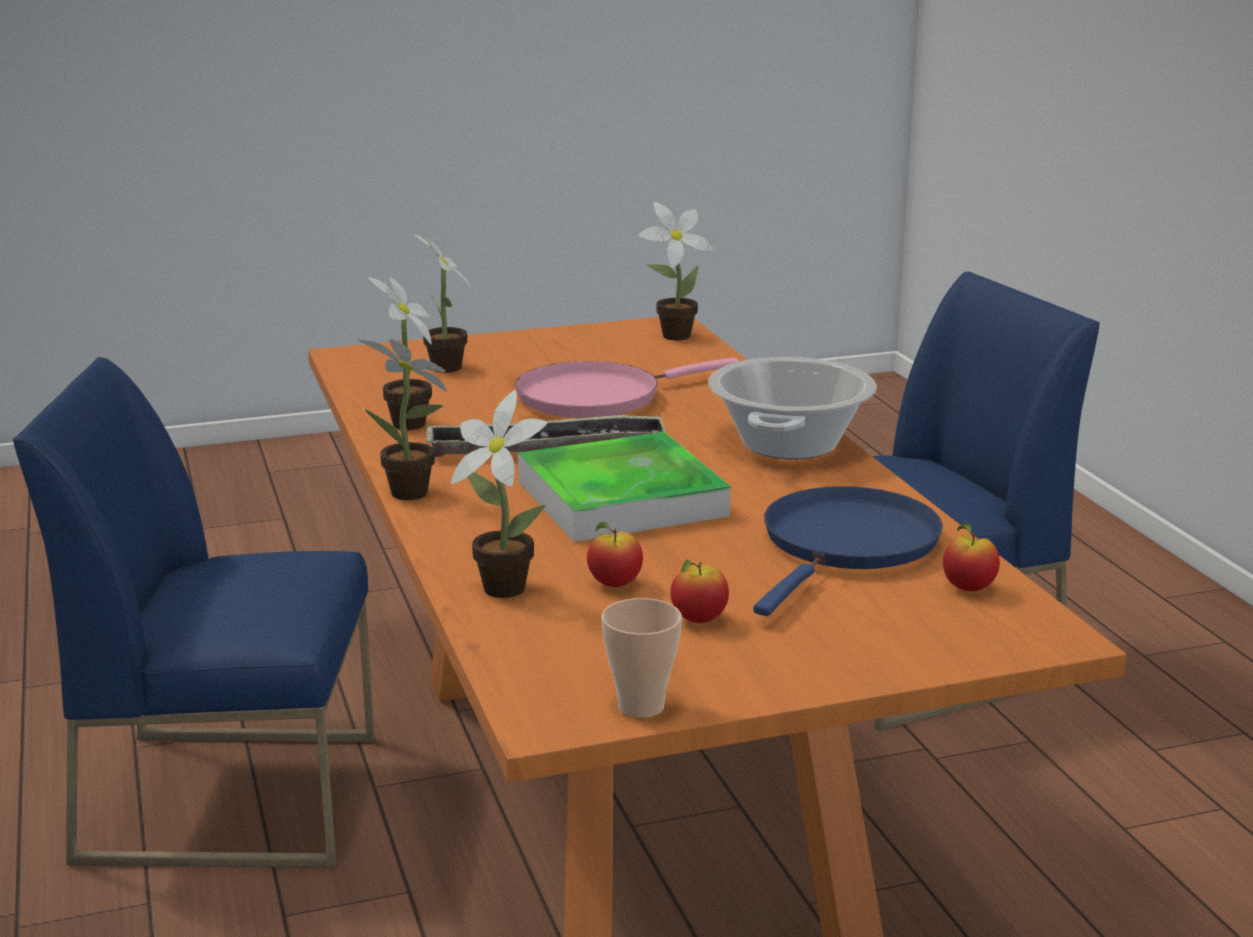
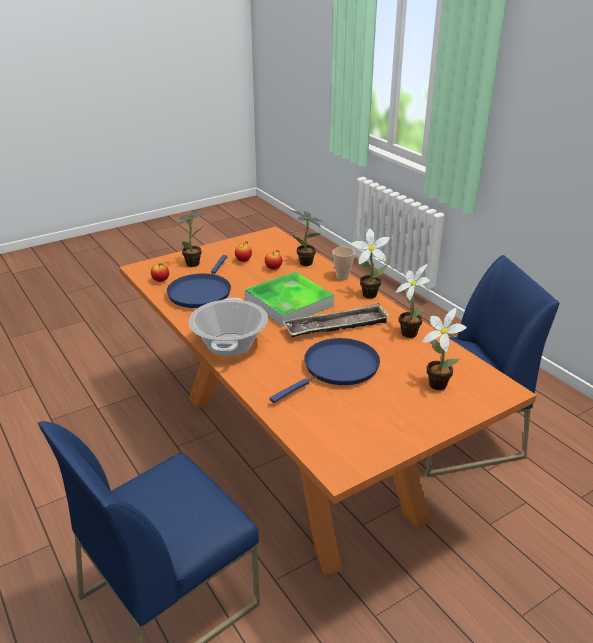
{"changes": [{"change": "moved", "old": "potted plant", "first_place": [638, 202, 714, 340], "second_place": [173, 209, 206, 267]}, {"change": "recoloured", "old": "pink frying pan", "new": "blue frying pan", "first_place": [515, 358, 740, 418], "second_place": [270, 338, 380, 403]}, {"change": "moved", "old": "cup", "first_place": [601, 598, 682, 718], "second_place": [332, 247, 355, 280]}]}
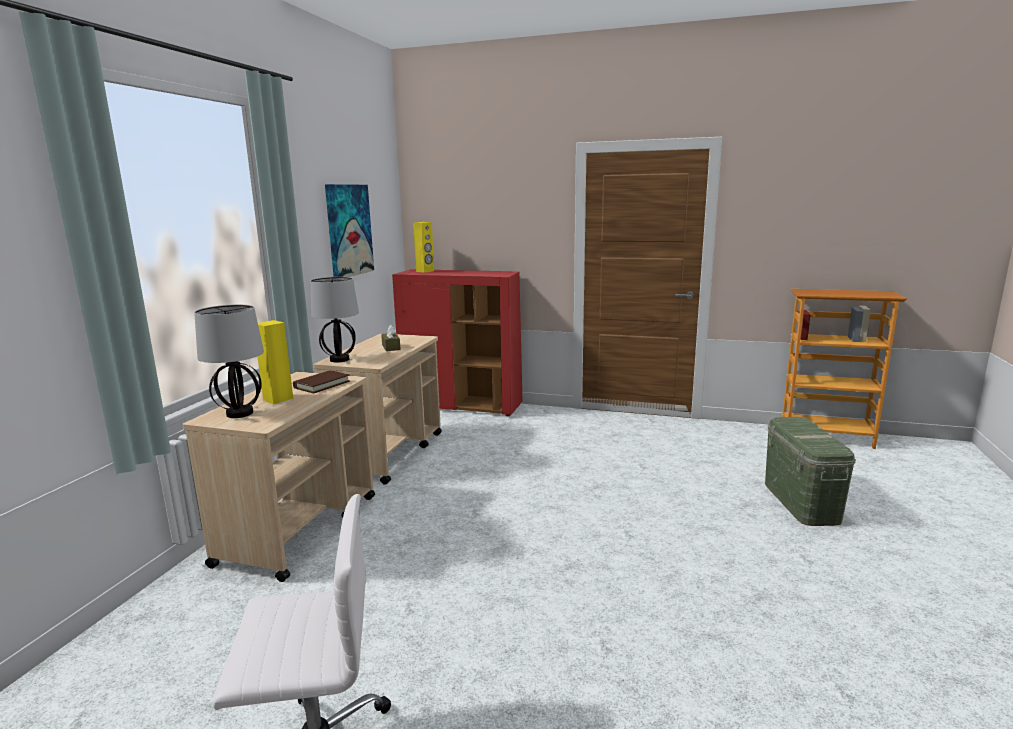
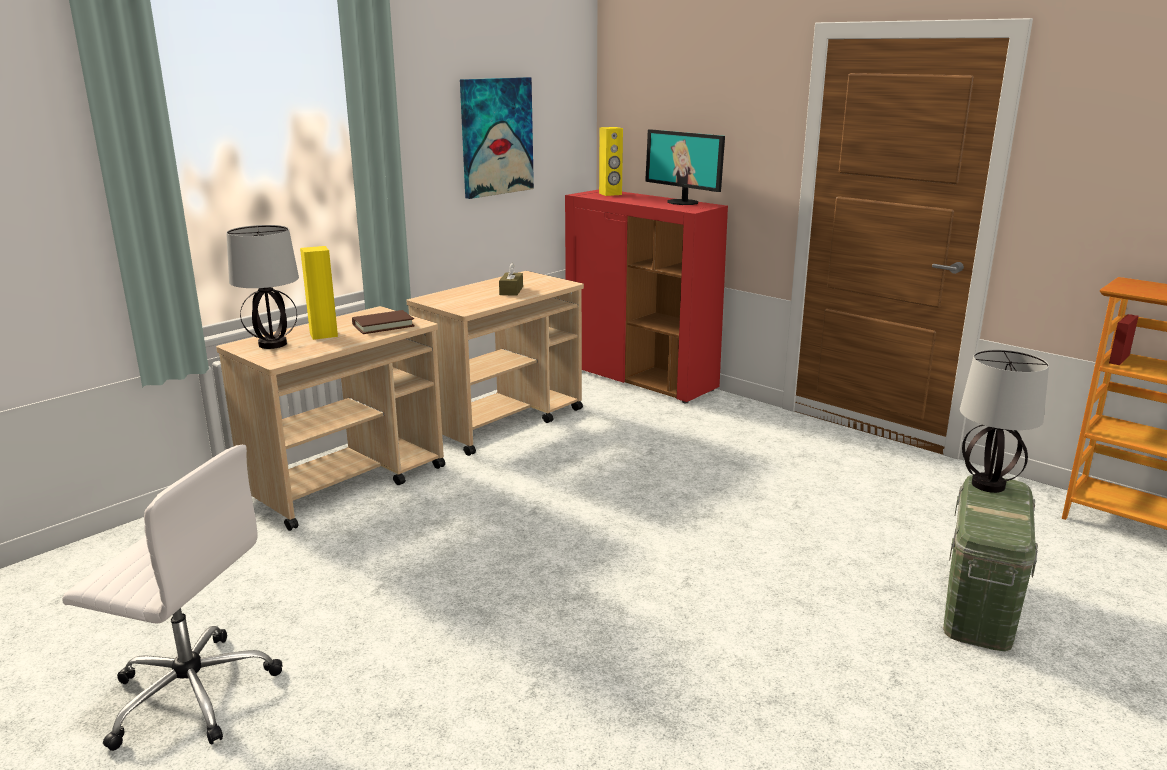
{"changes": [{"change": "moved", "old": "table lamp", "first_place": [311, 277, 359, 362], "second_place": [960, 350, 1049, 493]}, {"change": "added", "new": "monitor", "second_place": [645, 129, 725, 205]}]}
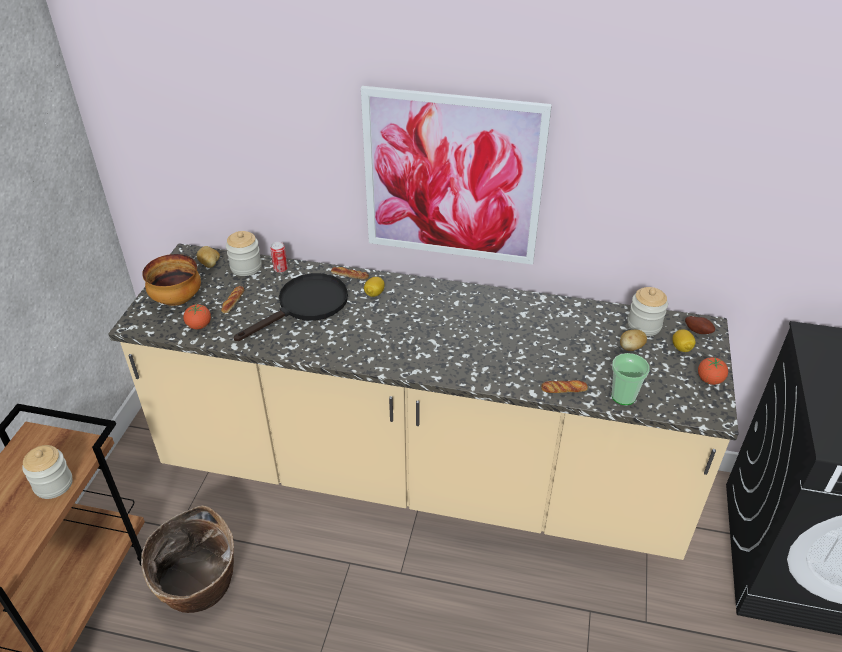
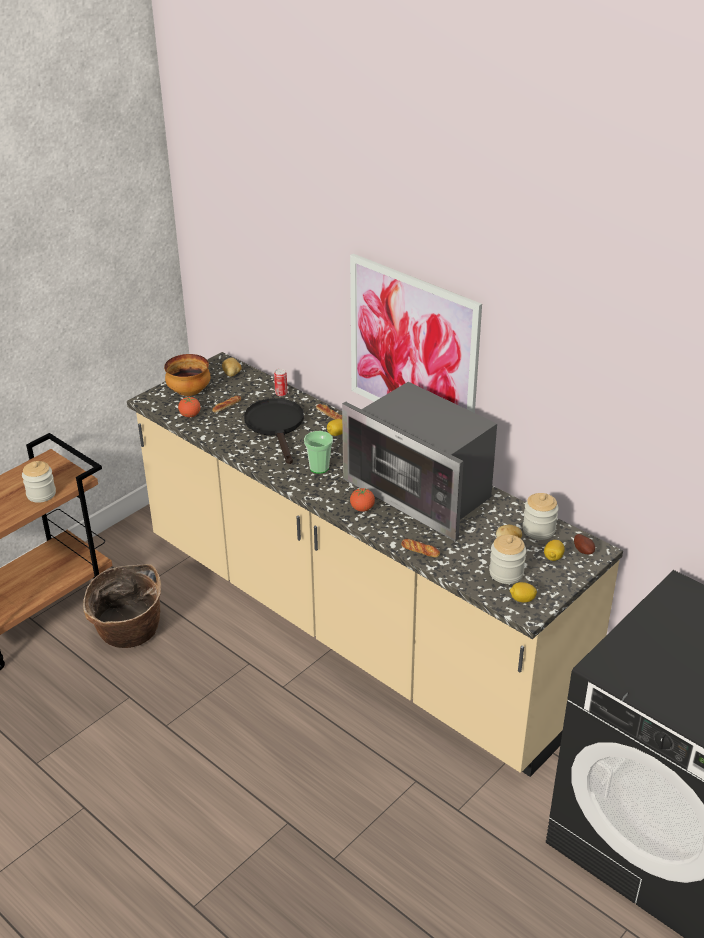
{"changes": [{"change": "moved", "old": "jar", "first_place": [226, 231, 262, 276], "second_place": [489, 535, 526, 584]}, {"change": "turned", "old": "black frying pan", "first_place": [234, 273, 348, 341], "second_place": [244, 398, 304, 464], "degrees": -90}, {"change": "moved", "old": "cup", "first_place": [612, 353, 650, 405], "second_place": [304, 431, 333, 474]}, {"change": "moved", "old": "tomato", "first_place": [698, 357, 728, 385], "second_place": [350, 488, 375, 512]}, {"change": "added", "new": "microwave", "second_place": [342, 382, 497, 541]}, {"change": "added", "new": "lemon", "second_place": [510, 582, 537, 602]}]}
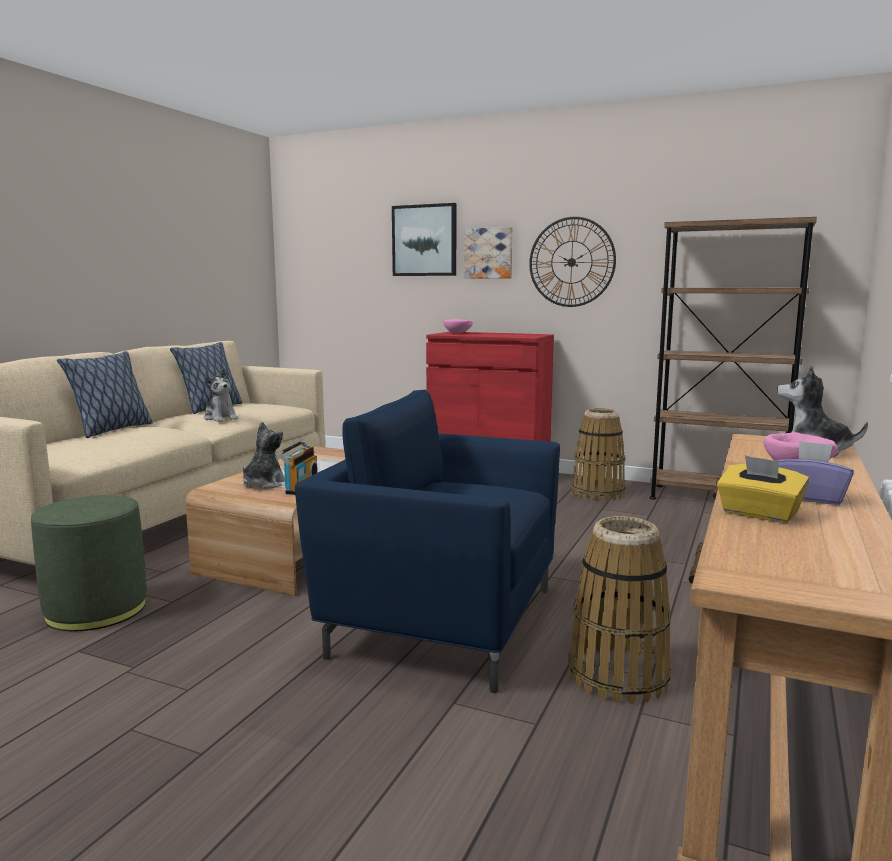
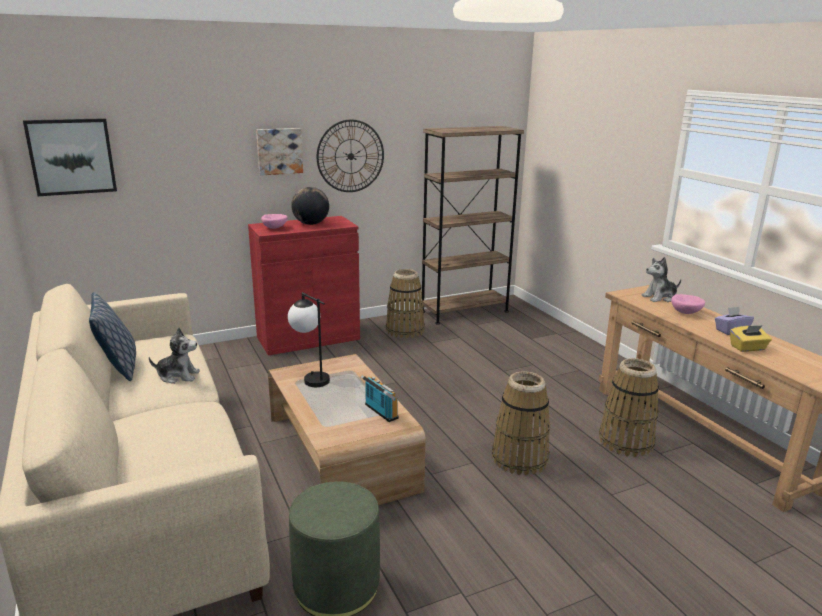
{"changes": [{"change": "moved", "old": "picture", "first_place": [392, 203, 457, 276], "second_place": [23, 118, 117, 196]}, {"change": "removed", "old": "pillow", "first_place": [57, 351, 153, 438]}, {"change": "replaced", "old": "blue armchair", "new": "basket", "first_place": [295, 390, 560, 693], "second_place": [492, 371, 550, 475]}, {"change": "removed", "old": "plush toy", "first_place": [243, 421, 285, 489]}, {"change": "added", "new": "globe", "second_place": [291, 187, 329, 225]}, {"change": "added", "new": "table lamp", "second_place": [288, 292, 330, 387]}]}
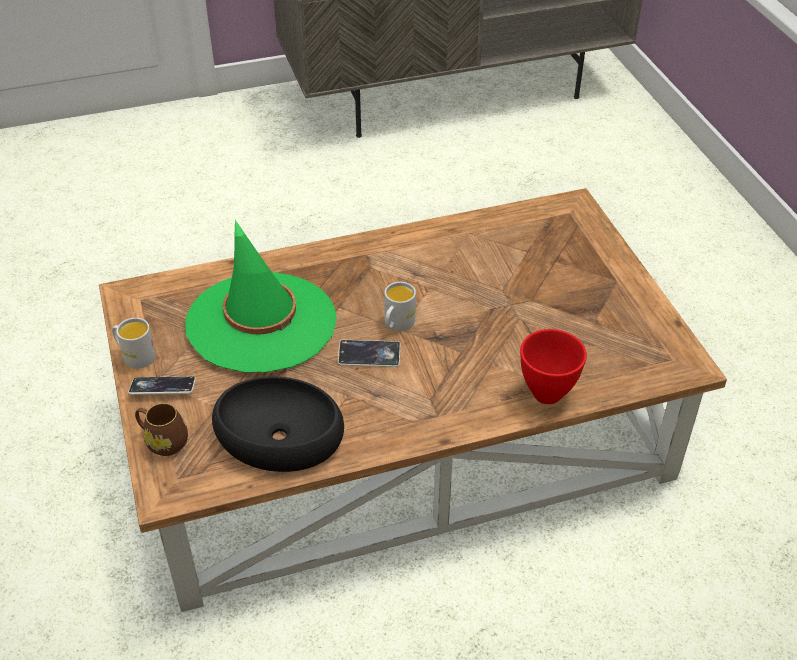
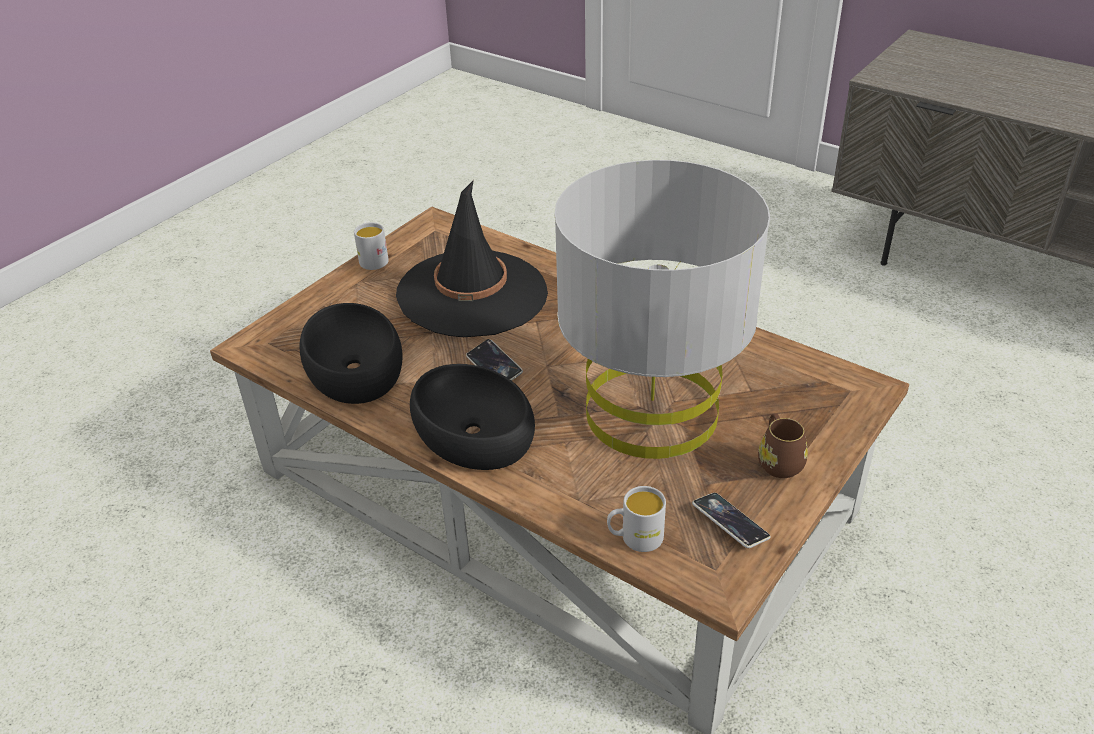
{"changes": [{"change": "recoloured", "old": "green hat", "new": "black hat", "first_place": [185, 220, 337, 373], "second_place": [396, 180, 548, 337]}, {"change": "moved", "old": "white mug", "first_place": [385, 282, 416, 331], "second_place": [607, 486, 666, 552]}, {"change": "removed", "old": "red bowl", "first_place": [520, 329, 587, 404]}, {"change": "moved", "old": "phone", "first_place": [128, 376, 196, 395], "second_place": [692, 493, 771, 548]}, {"change": "moved", "old": "brown mug", "first_place": [135, 403, 188, 456], "second_place": [758, 414, 808, 478]}, {"change": "added", "new": "grey table lamp", "second_place": [554, 160, 770, 459]}, {"change": "added", "new": "black bowl", "second_place": [410, 364, 535, 470]}]}
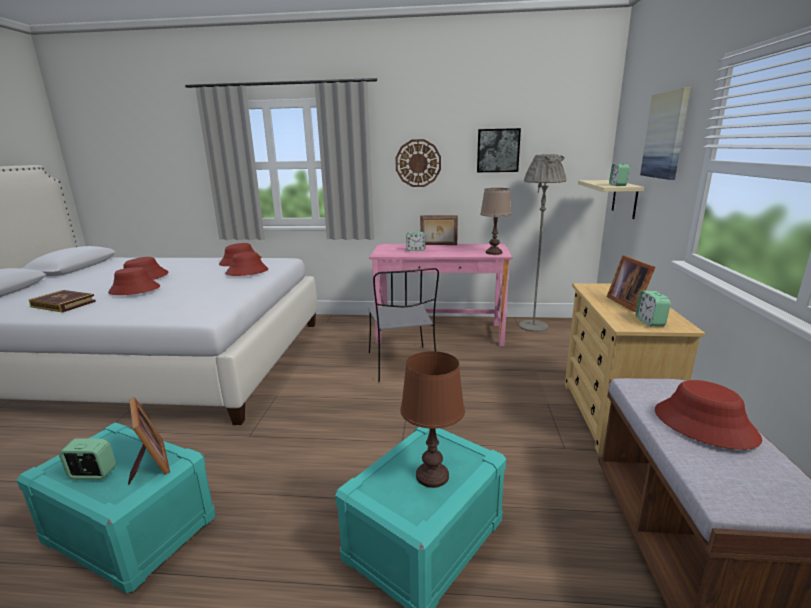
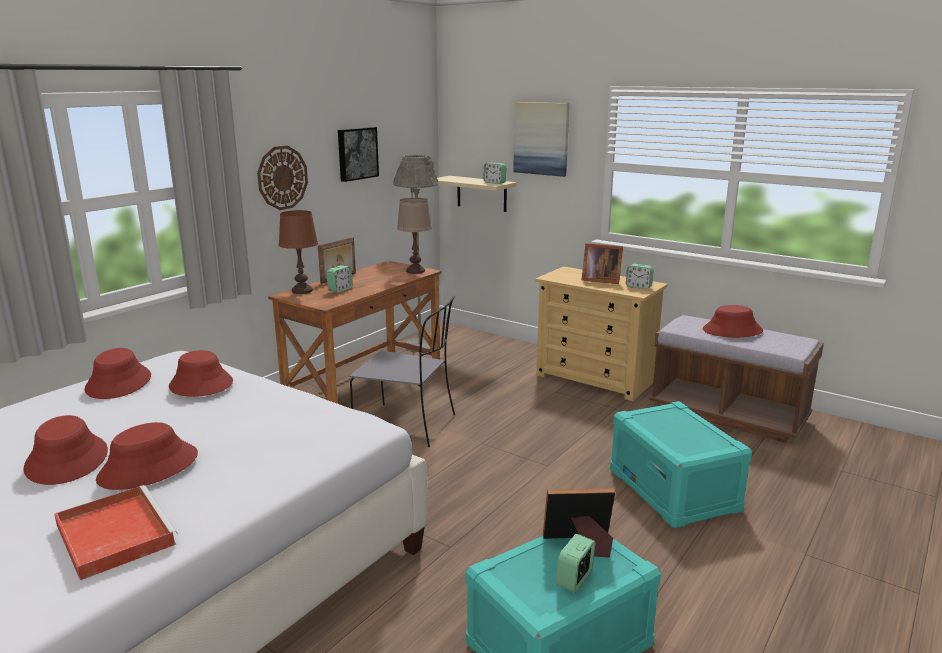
{"changes": [{"change": "recoloured", "old": "pink desk", "new": "brown desk", "first_place": [369, 244, 512, 346], "second_place": [268, 261, 442, 404]}, {"change": "replaced", "old": "book", "new": "red tray", "first_place": [29, 290, 96, 313], "second_place": [54, 485, 178, 580]}, {"change": "moved", "old": "brown table lamp", "first_place": [400, 351, 465, 488], "second_place": [279, 210, 318, 294]}]}
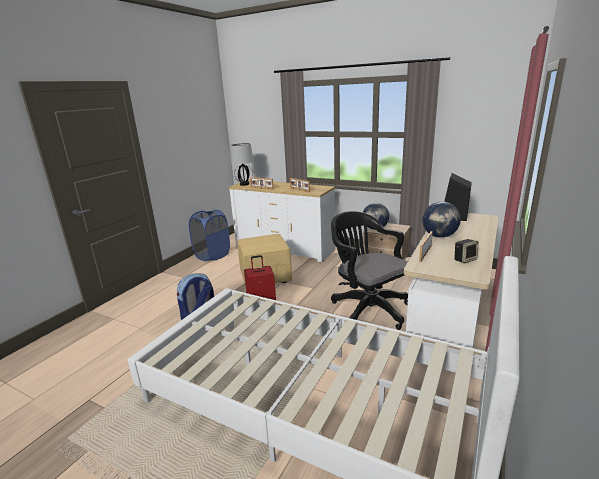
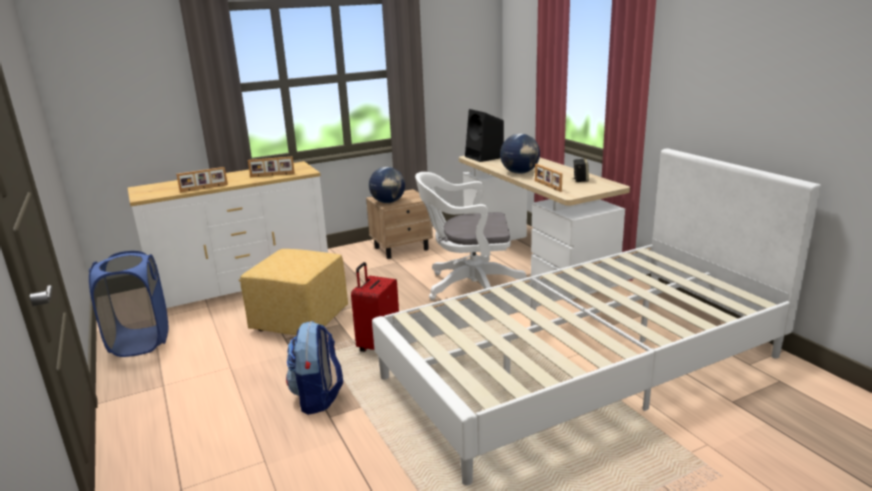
{"changes": [{"change": "removed", "old": "table lamp", "first_place": [231, 143, 254, 186]}, {"change": "recoloured", "old": "black office chair", "new": "white office chair", "first_place": [331, 211, 408, 330], "second_place": [415, 172, 526, 300]}]}
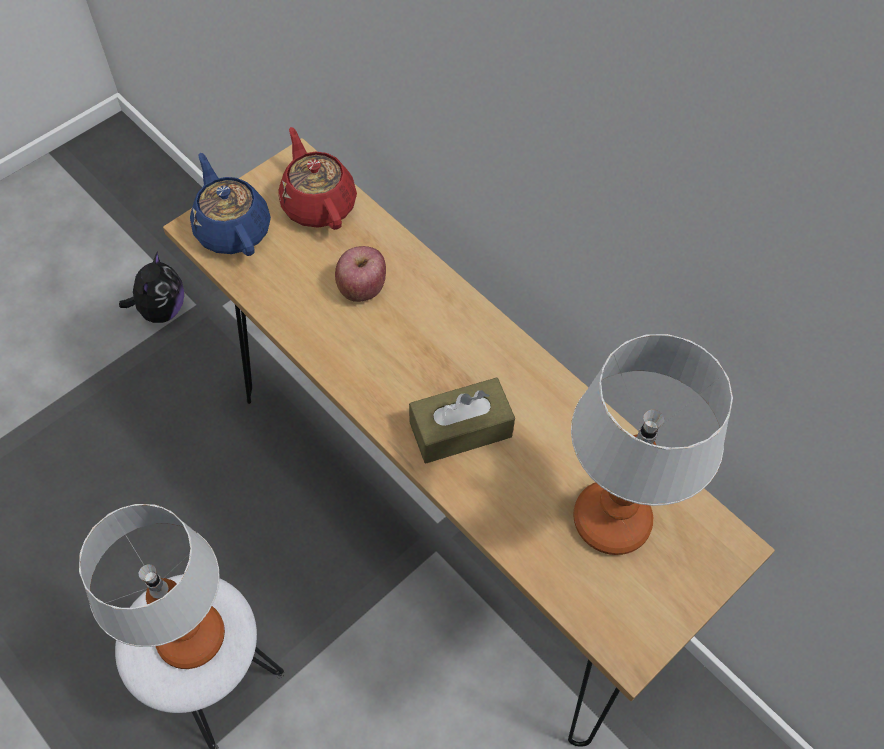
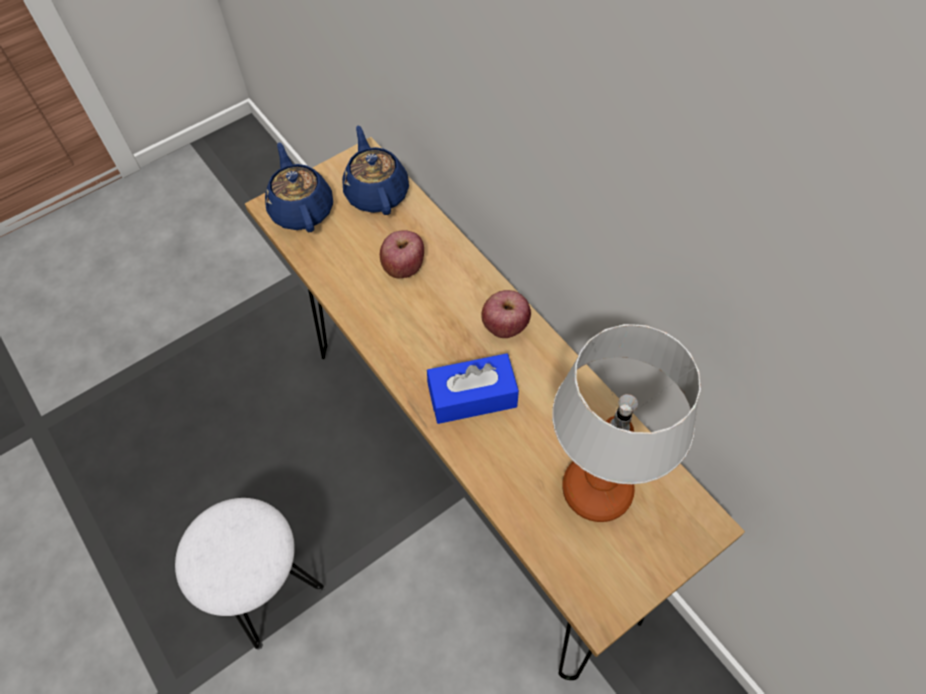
{"changes": [{"change": "recoloured", "old": "red teapot", "new": "blue teapot", "first_place": [278, 127, 357, 230], "second_place": [342, 126, 409, 215]}, {"change": "removed", "old": "plush toy", "first_place": [119, 251, 184, 323]}, {"change": "recoloured", "old": "brown tissue box", "new": "blue tissue box", "first_place": [409, 377, 515, 463], "second_place": [427, 353, 519, 424]}, {"change": "removed", "old": "table lamp", "first_place": [79, 504, 225, 669]}, {"change": "added", "new": "apple", "second_place": [481, 290, 531, 338]}]}
